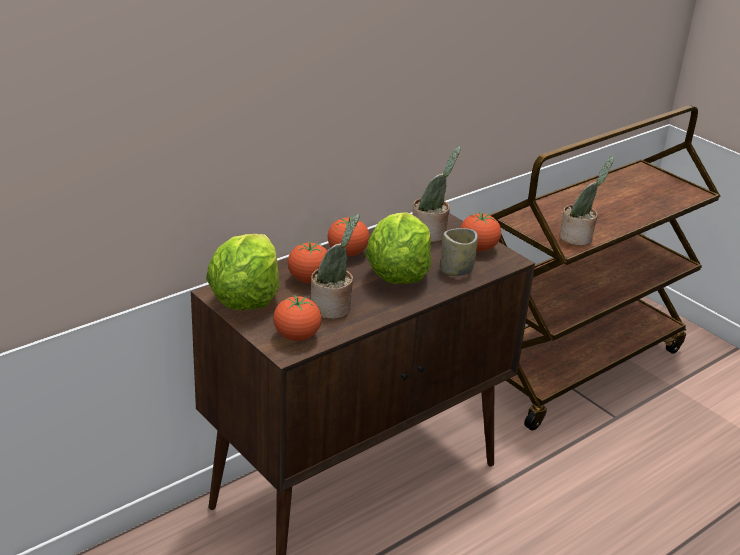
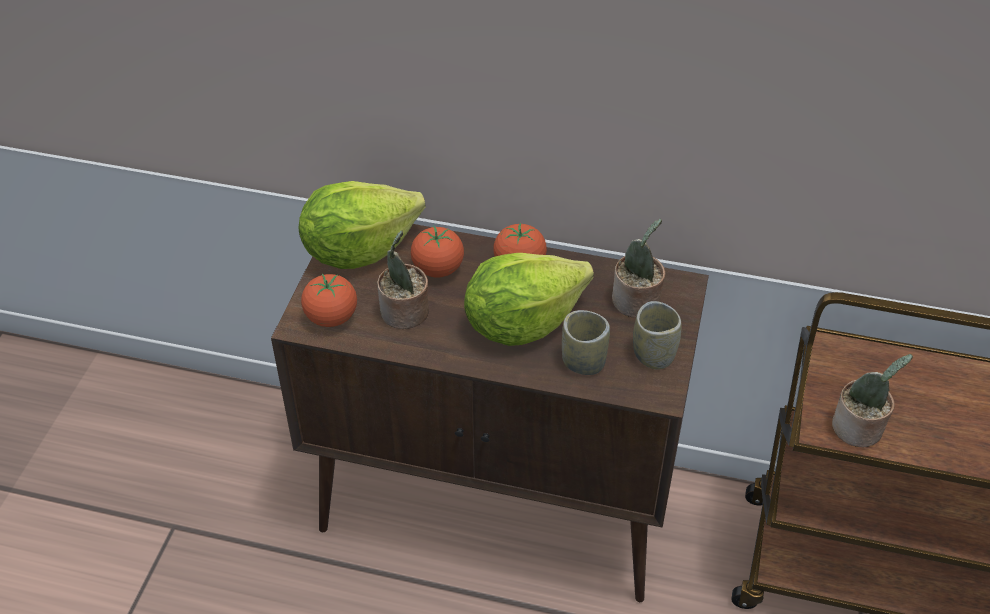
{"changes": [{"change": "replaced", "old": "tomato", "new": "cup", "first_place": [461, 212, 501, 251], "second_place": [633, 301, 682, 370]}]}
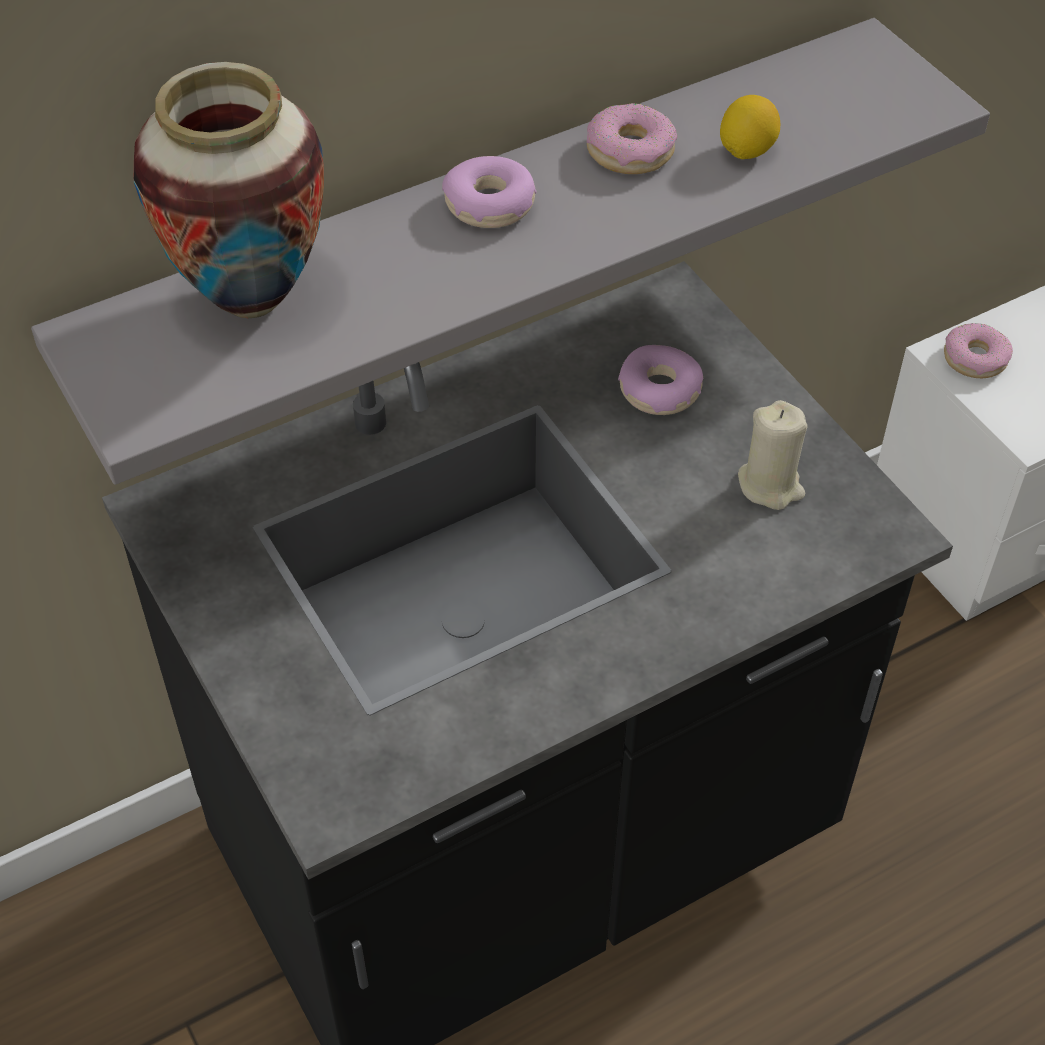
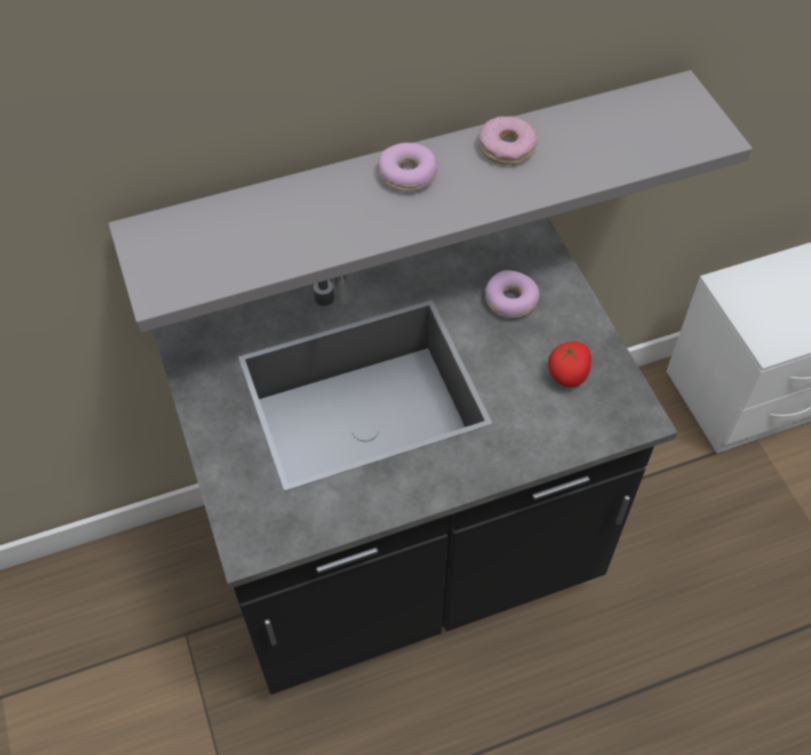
{"changes": [{"change": "removed", "old": "vase", "first_place": [134, 62, 324, 318]}, {"change": "removed", "old": "lemon", "first_place": [720, 95, 780, 160]}, {"change": "removed", "old": "donut", "first_place": [944, 323, 1013, 378]}, {"change": "replaced", "old": "beige candle", "new": "tomato", "first_place": [738, 400, 807, 510], "second_place": [548, 341, 591, 387]}]}
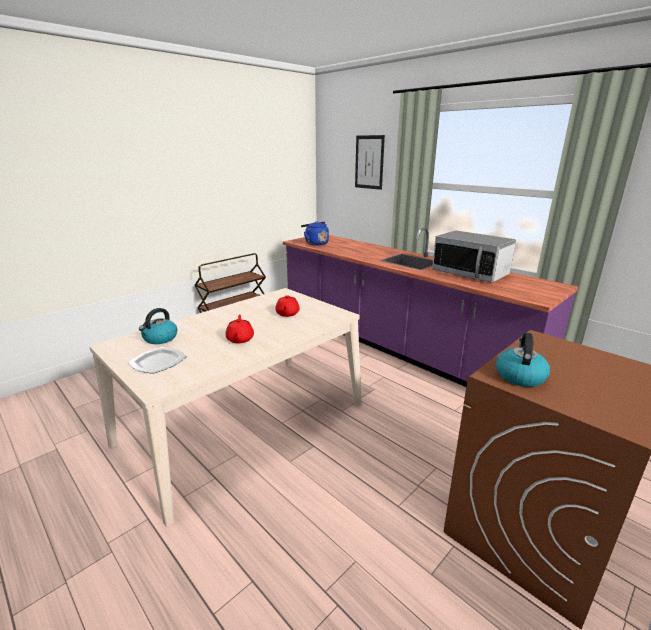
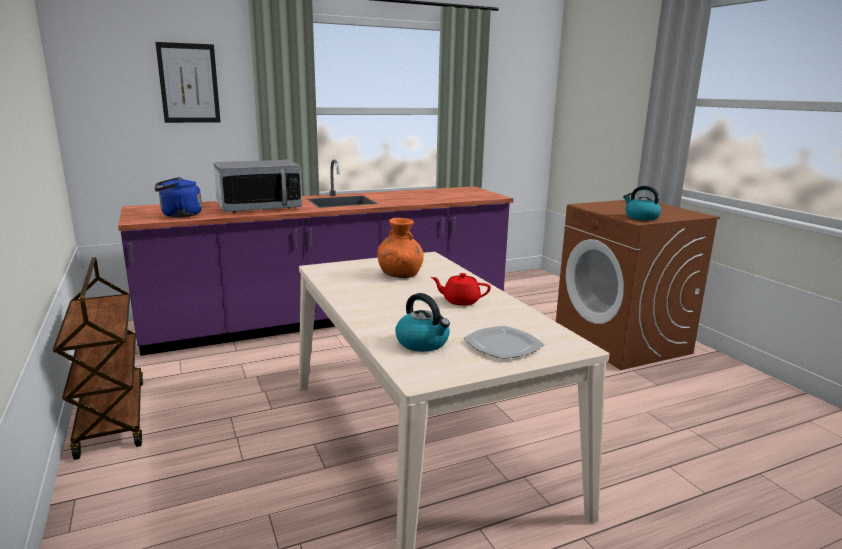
{"changes": [{"change": "moved", "old": "microwave", "first_place": [432, 230, 516, 283], "second_place": [214, 160, 302, 212]}, {"change": "replaced", "old": "red teapot", "new": "orange vase", "first_place": [275, 295, 300, 317], "second_place": [377, 218, 424, 278]}]}
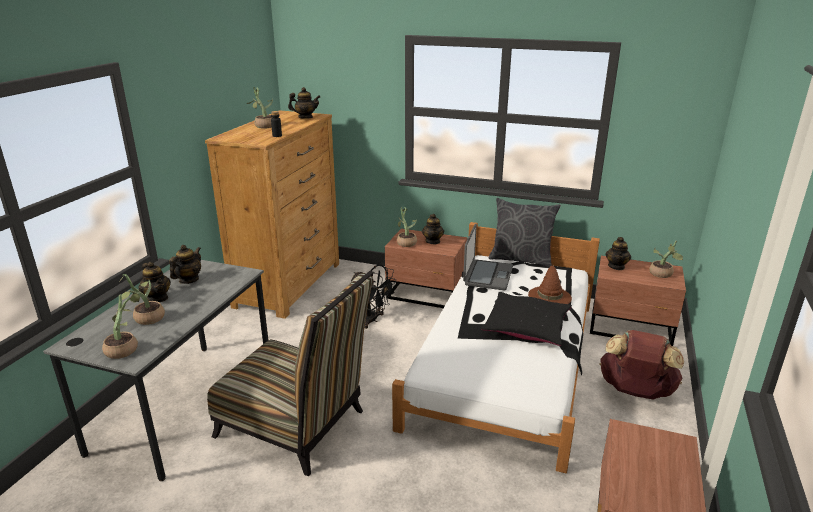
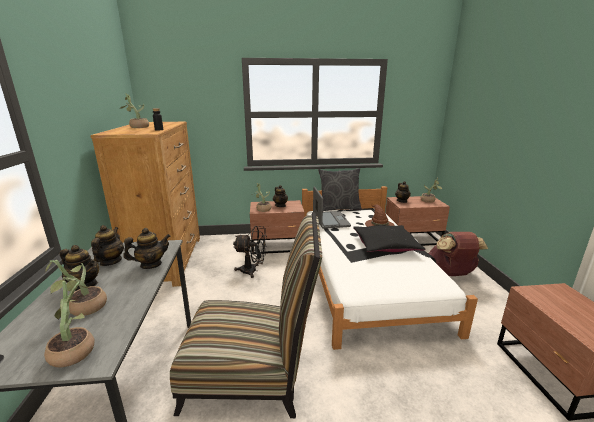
{"changes": [{"change": "moved", "old": "teapot", "first_place": [288, 87, 320, 119], "second_place": [123, 228, 171, 269]}]}
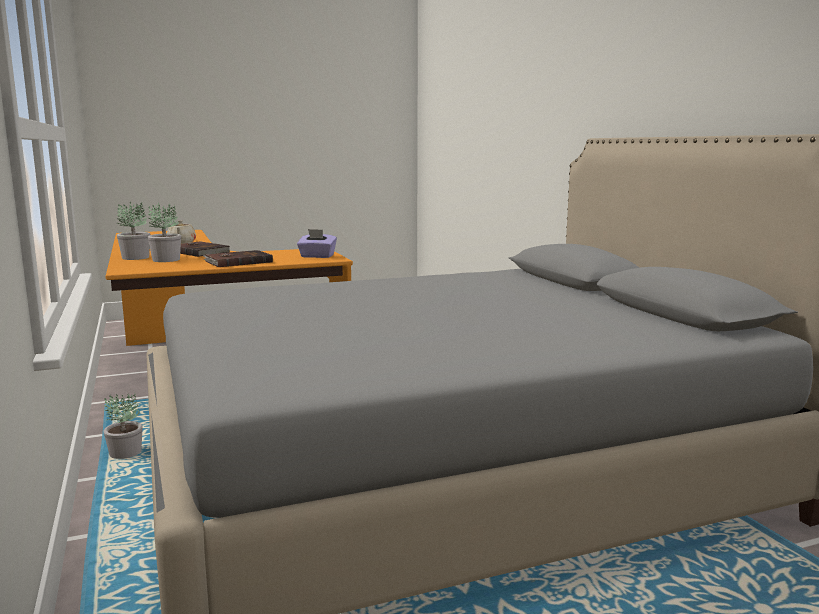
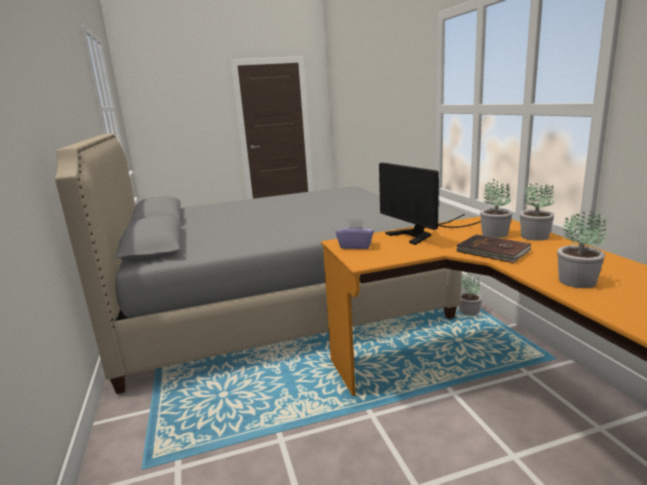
{"changes": [{"change": "replaced", "old": "beige teapot", "new": "potted plant", "first_place": [167, 220, 196, 243], "second_place": [557, 211, 607, 288]}, {"change": "replaced", "old": "brown book", "new": "monitor", "first_place": [203, 250, 273, 267], "second_place": [379, 163, 481, 245]}]}
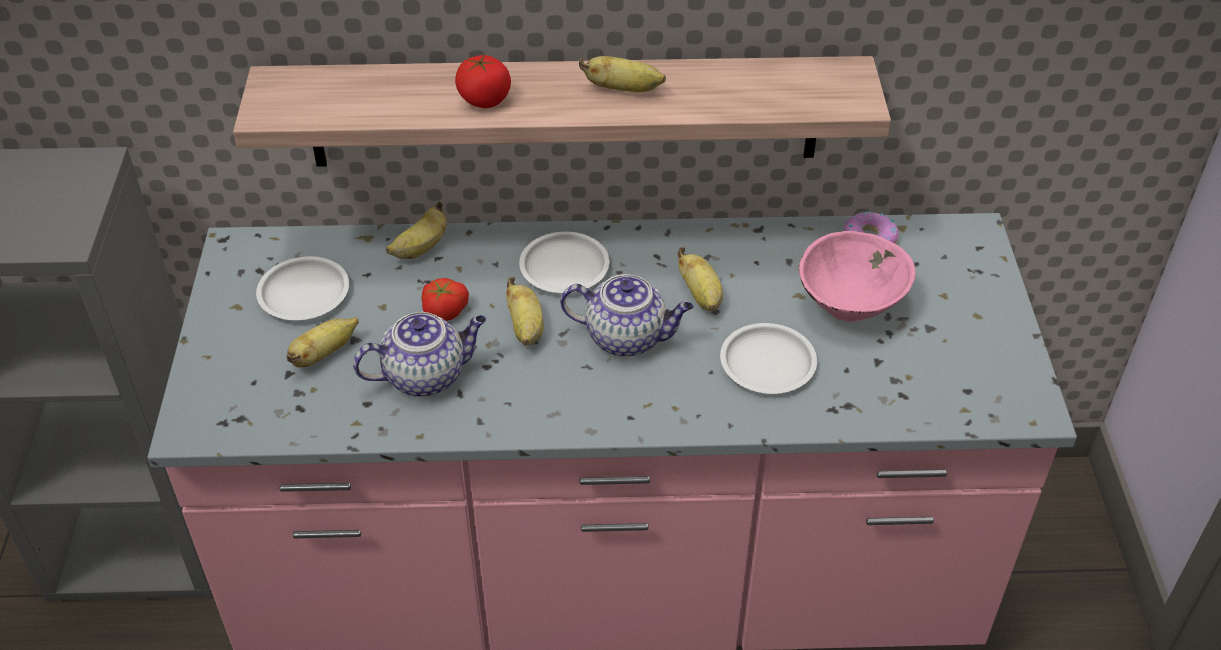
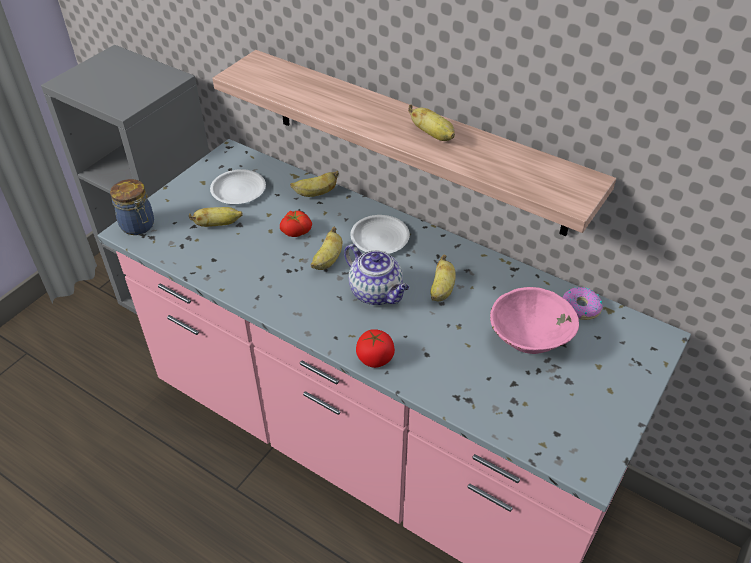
{"changes": [{"change": "moved", "old": "tomato", "first_place": [455, 54, 511, 108], "second_place": [356, 329, 395, 368]}, {"change": "removed", "old": "teapot", "first_place": [353, 312, 486, 397]}, {"change": "removed", "old": "white plate", "first_place": [720, 323, 817, 394]}, {"change": "added", "new": "jar", "second_place": [110, 179, 154, 235]}]}
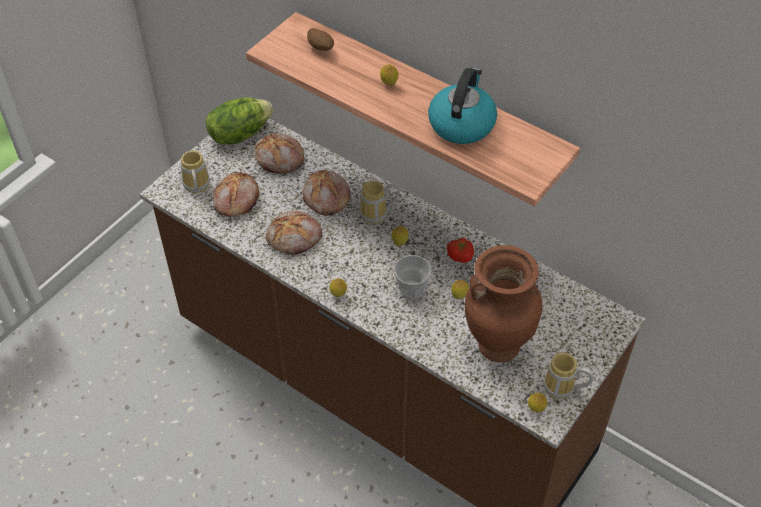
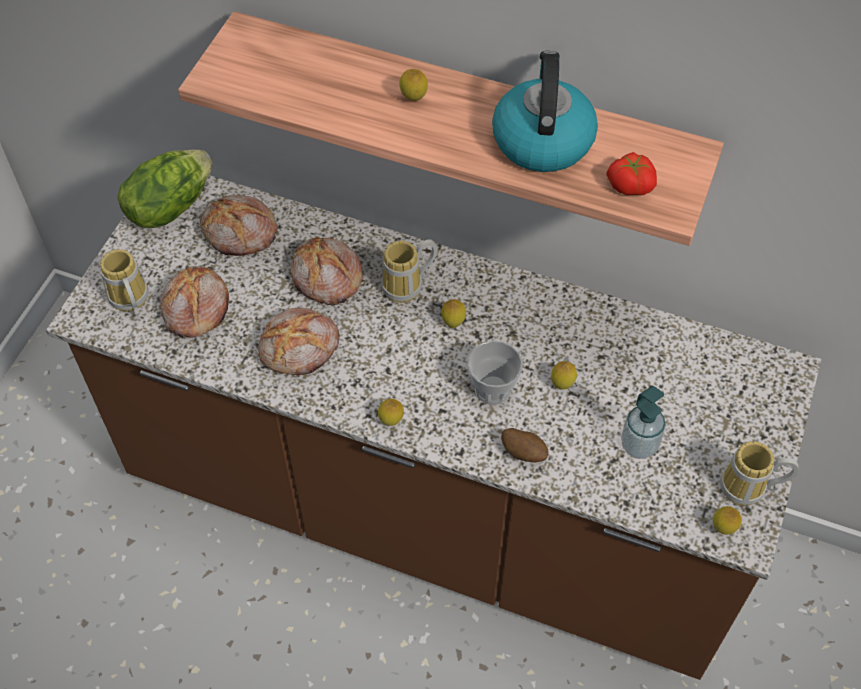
{"changes": [{"change": "moved", "old": "potato", "first_place": [307, 28, 334, 51], "second_place": [501, 428, 549, 463]}, {"change": "moved", "old": "tomato", "first_place": [447, 238, 474, 263], "second_place": [606, 152, 657, 195]}, {"change": "replaced", "old": "brown vase", "new": "soap dispenser", "first_place": [465, 245, 542, 362], "second_place": [621, 386, 666, 459]}]}
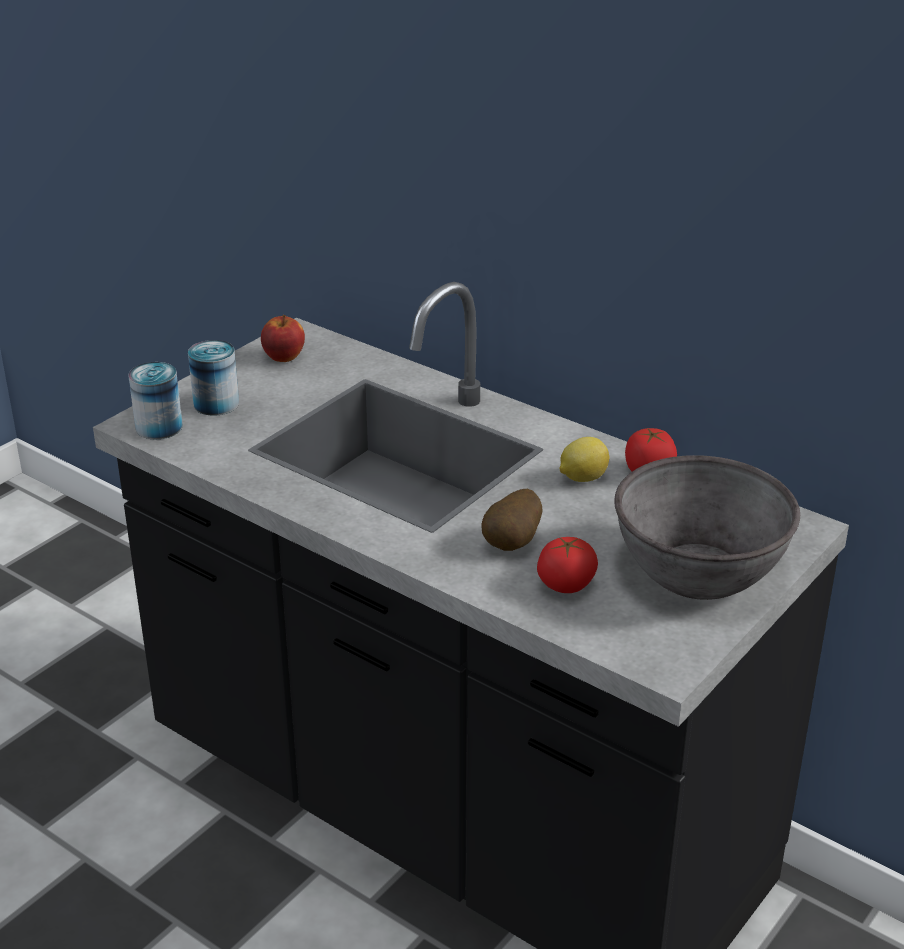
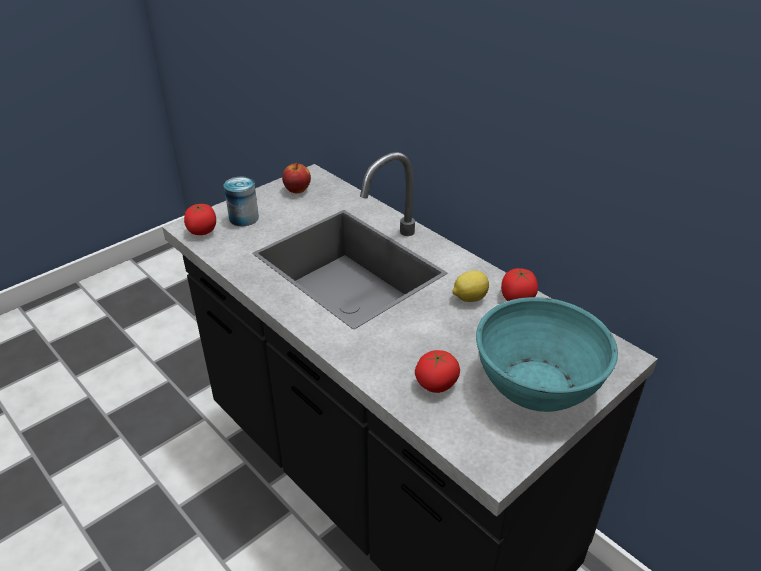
{"changes": [{"change": "replaced", "old": "can", "new": "tomato", "first_place": [128, 362, 183, 440], "second_place": [184, 204, 216, 235]}, {"change": "recoloured", "old": "grey bowl", "new": "turquoise bowl", "first_place": [614, 455, 800, 600], "second_place": [476, 297, 618, 412]}, {"change": "removed", "old": "potato", "first_place": [481, 489, 542, 551]}]}
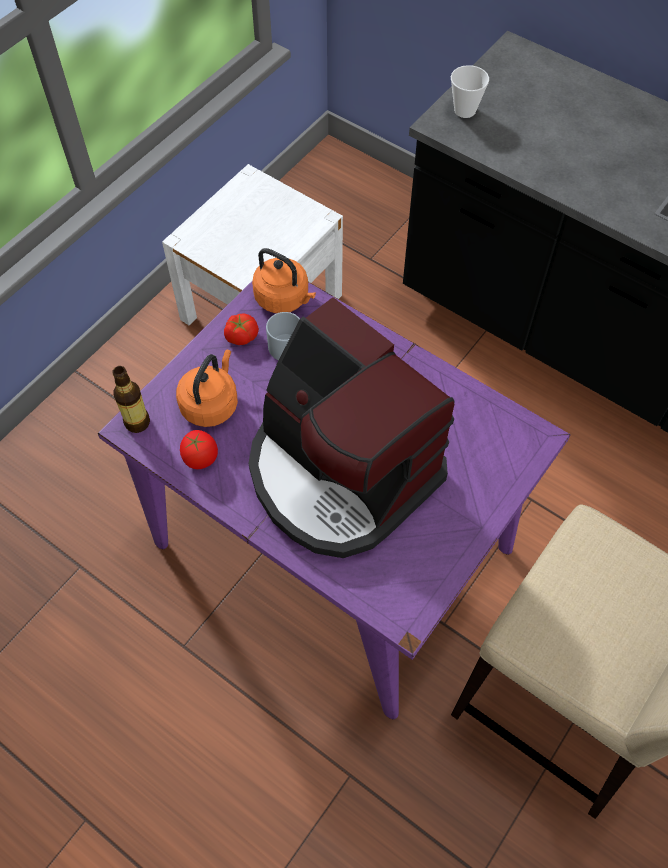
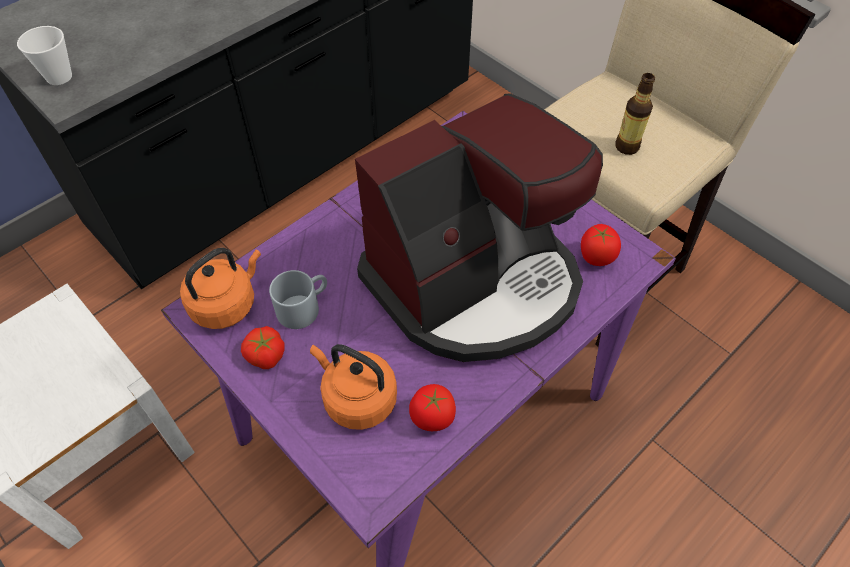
{"changes": [{"change": "moved", "old": "bottle", "first_place": [113, 366, 150, 433], "second_place": [615, 73, 655, 155]}, {"change": "added", "new": "tomato", "second_place": [581, 224, 621, 266]}]}
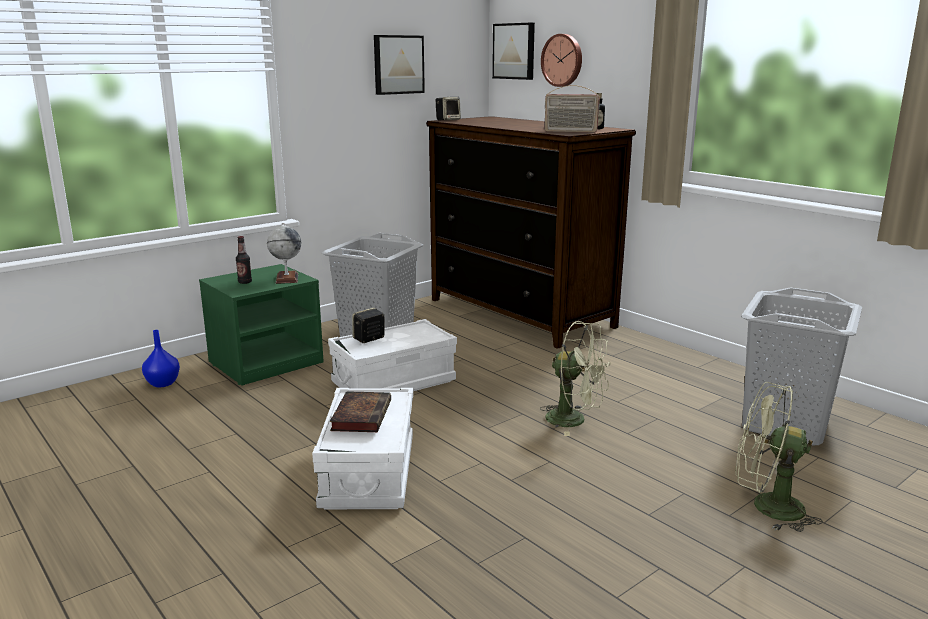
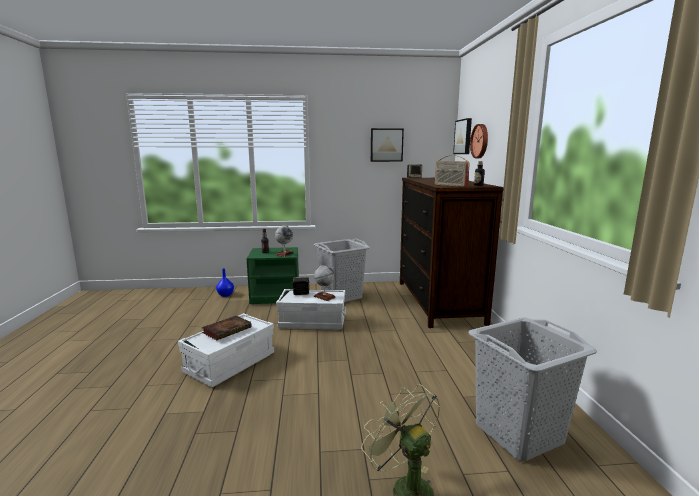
{"changes": [{"change": "removed", "old": "green fan", "first_place": [540, 321, 611, 436]}, {"change": "added", "new": "globe", "second_place": [314, 264, 336, 301]}]}
